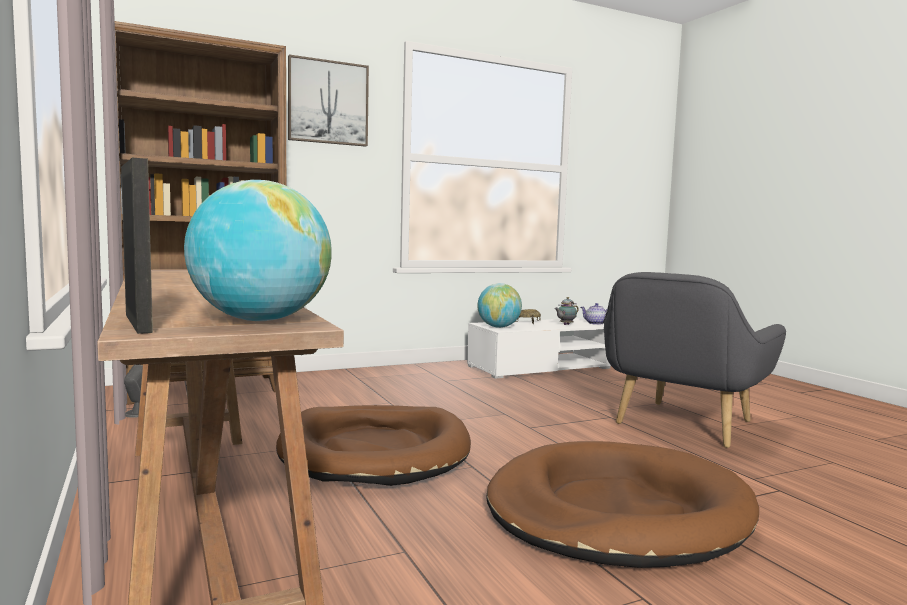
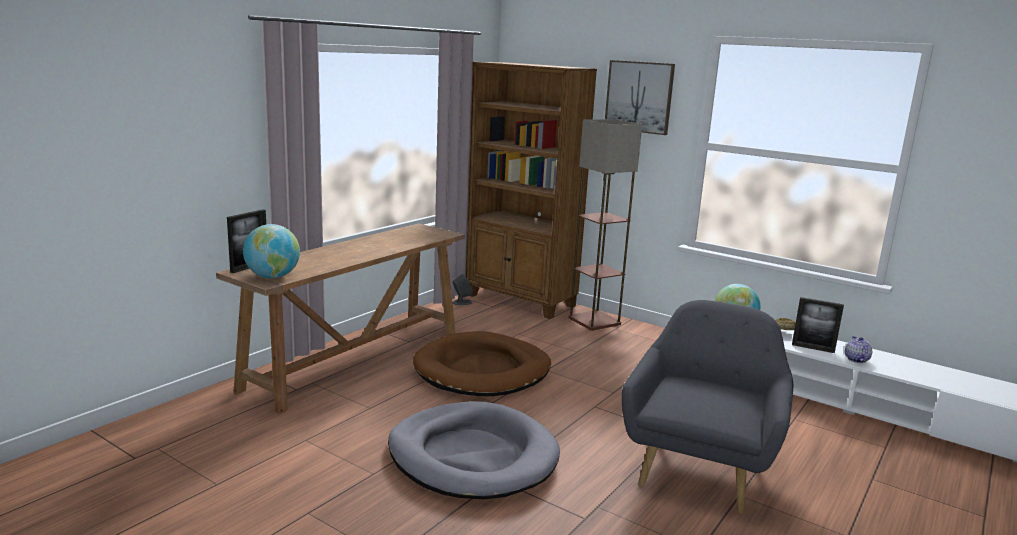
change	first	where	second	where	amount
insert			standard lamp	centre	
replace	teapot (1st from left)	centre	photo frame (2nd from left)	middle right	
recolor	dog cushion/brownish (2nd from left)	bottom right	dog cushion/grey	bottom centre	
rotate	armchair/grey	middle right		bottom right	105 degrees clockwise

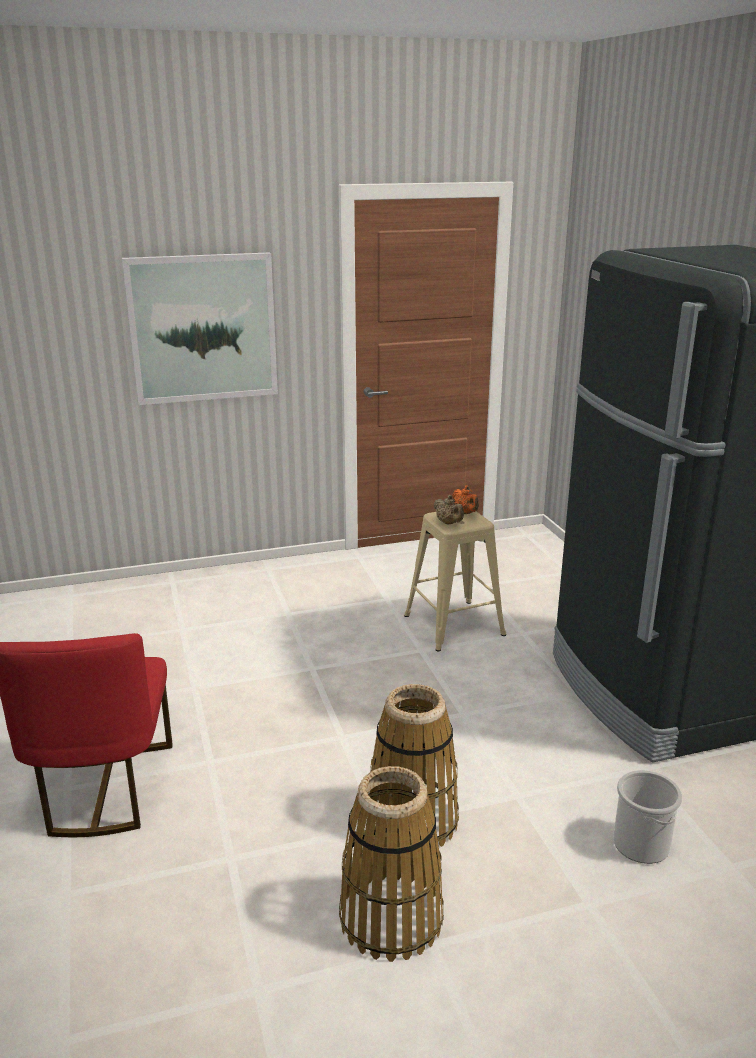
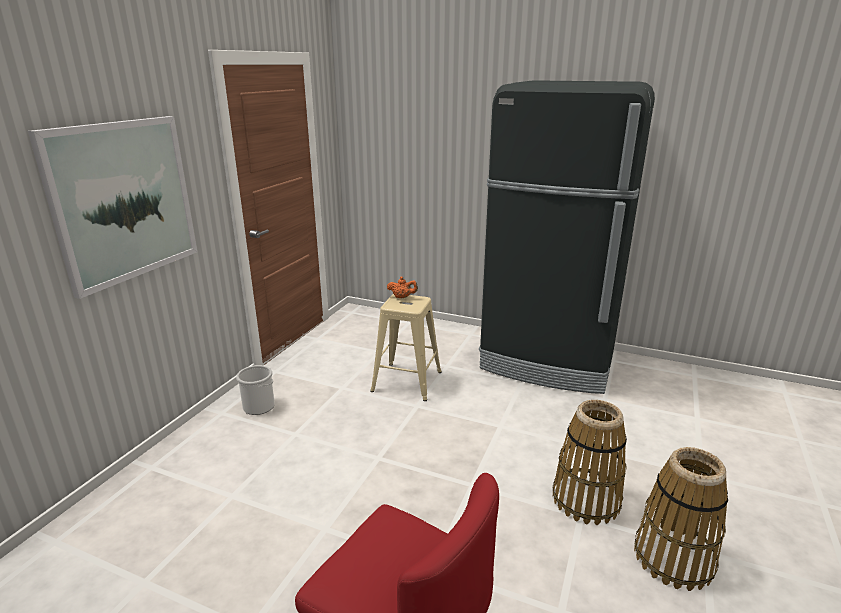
change	first	where	second	where	amount
delete	teapot/beige	centre			
move	water bucket	bottom right		middle left	

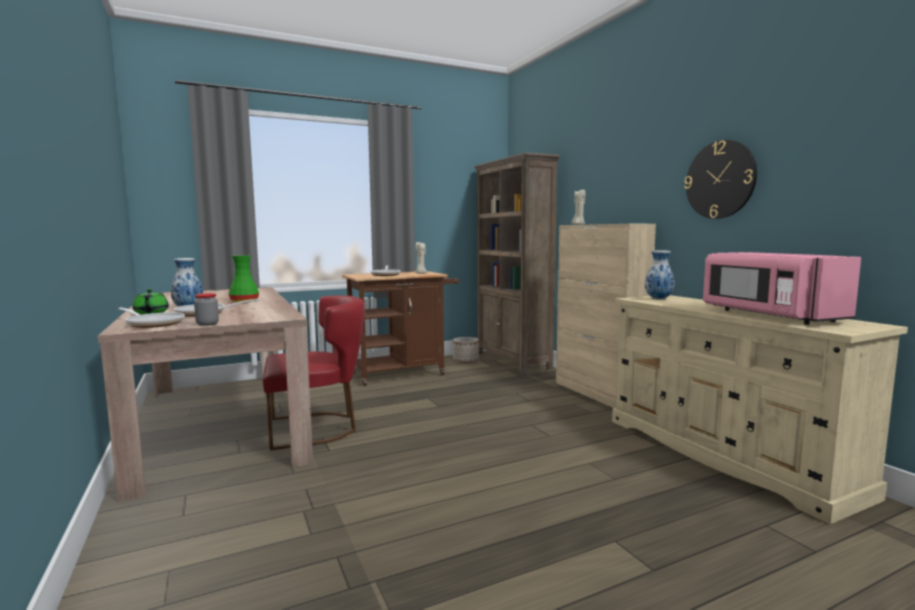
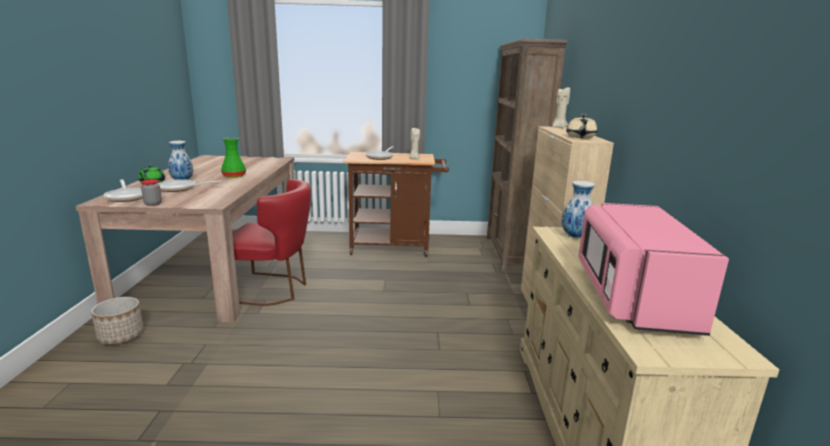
change	first	where	second	where	amount
delete	hanging clock	top right			
insert			teapot/beige	top right	
move	flower pot	centre		bottom left	

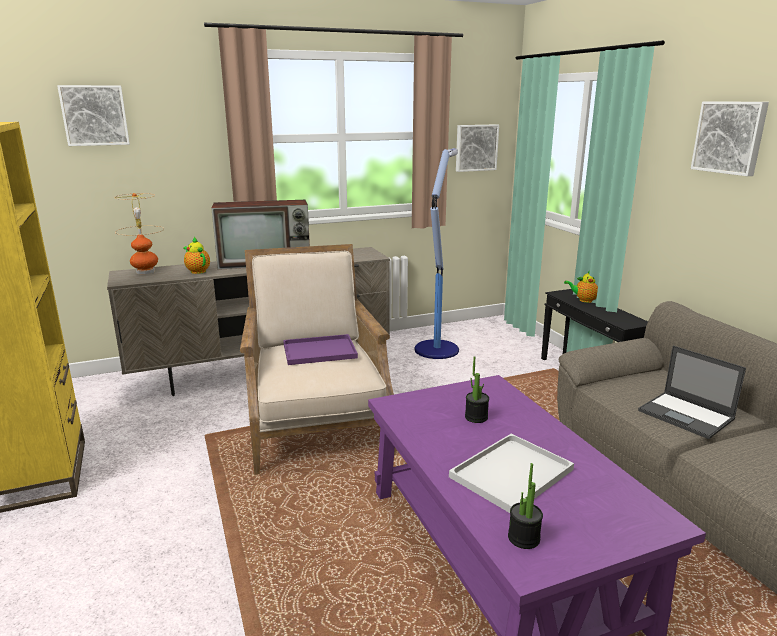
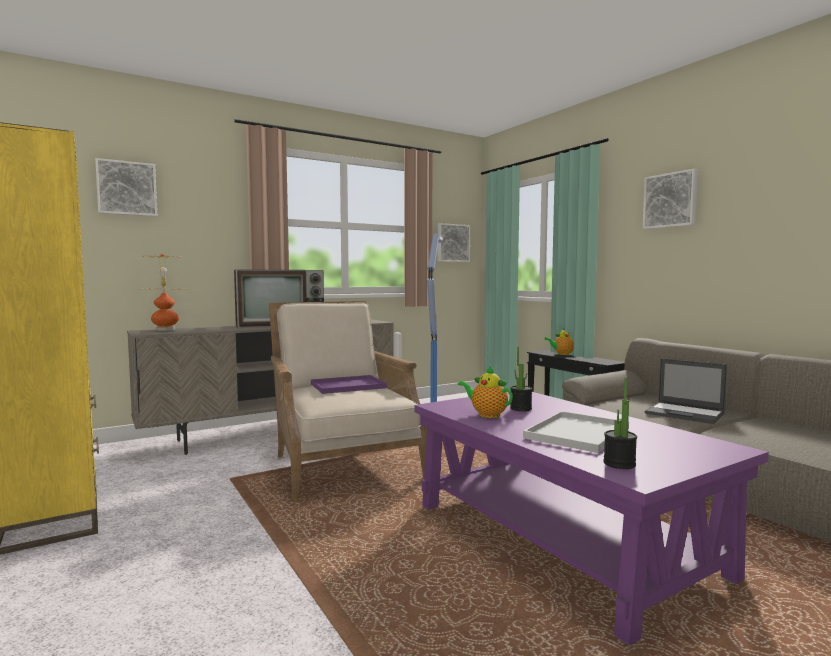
change	first	where	second	where	amount
move	teapot (1st from left)	middle left		centre	

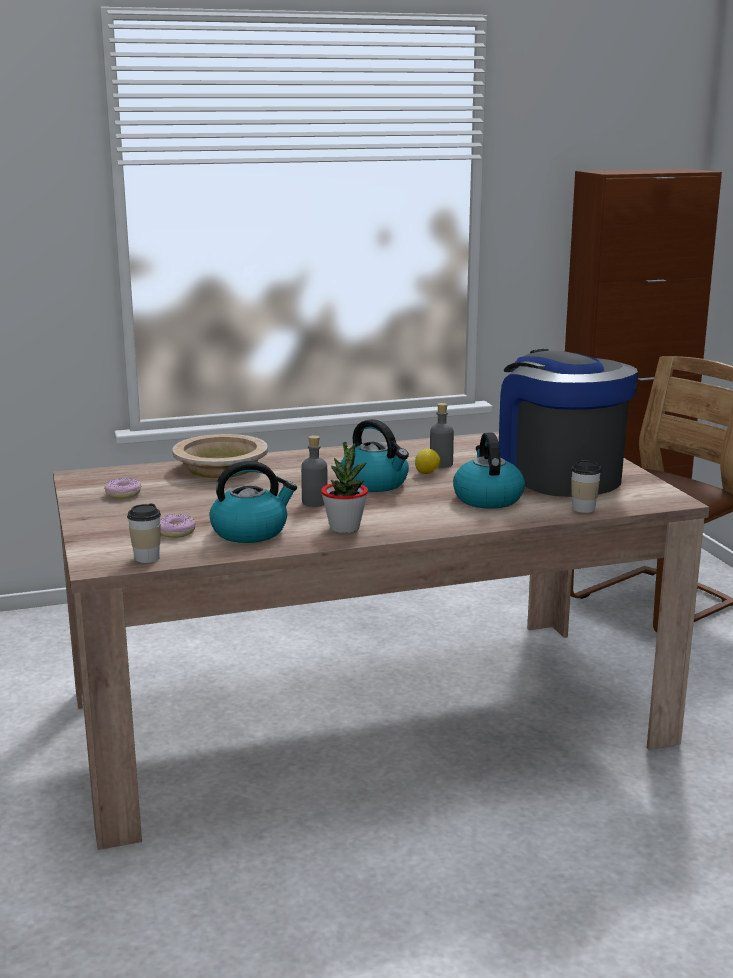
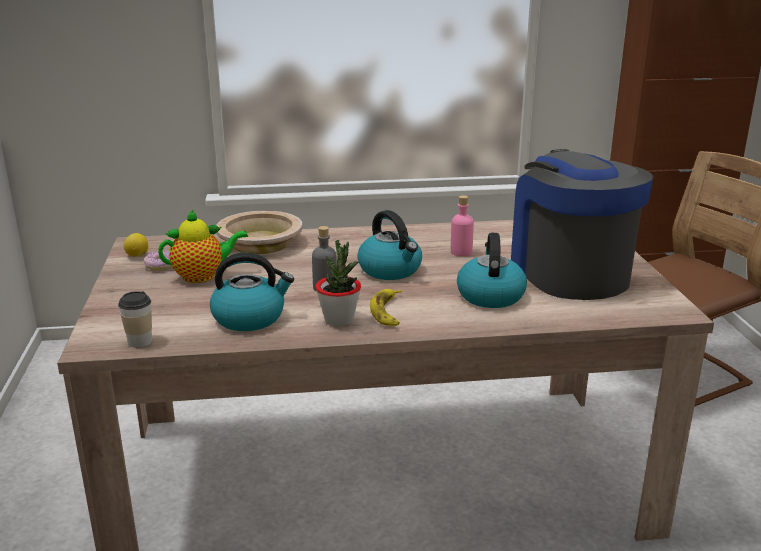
change	first	where	second	where	amount
delete	doughnut (2nd from left)	middle left			
delete	small cup (2nd from left)	middle right			
insert			teapot	middle left	
insert			banana	centre	
move	whole lemon	centre		middle left	
recolor	beverage bottle/grey (2nd from left)	centre	beverage bottle/pink-coloured	centre	

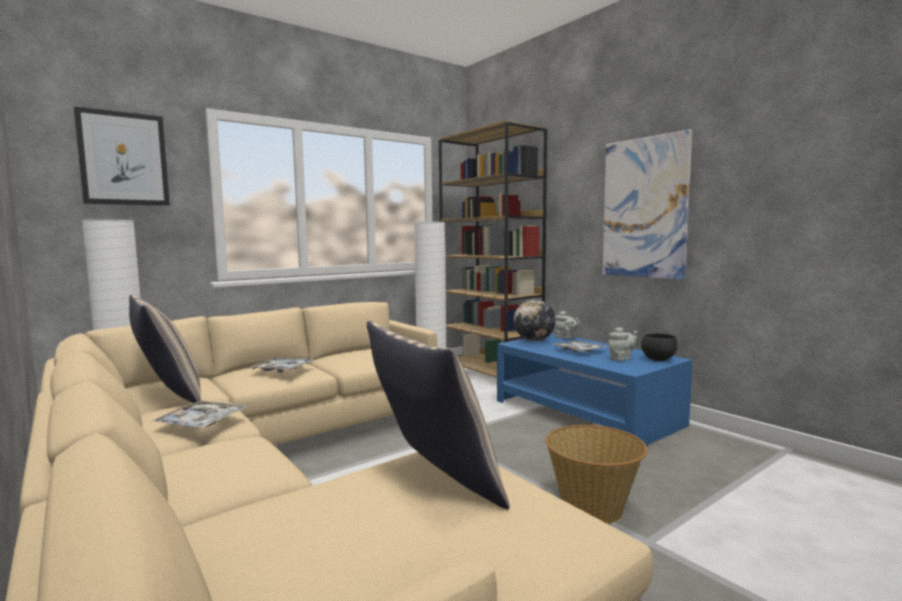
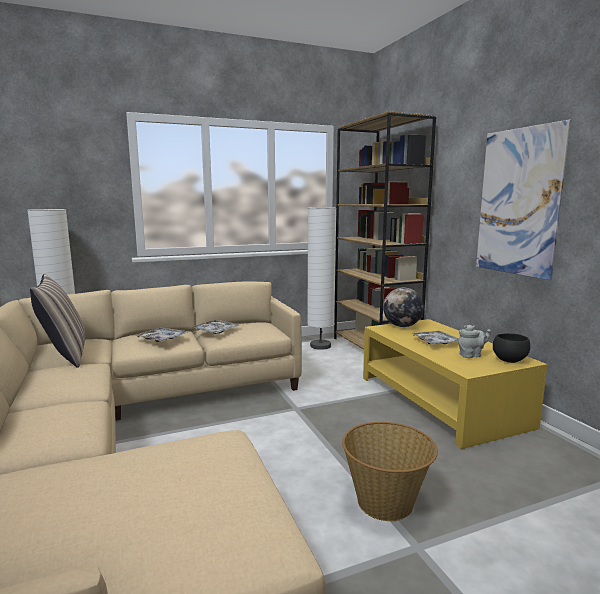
change	first	where	second	where	amount
delete	wall picture (1st from left)	top left			
delete	pillow (2nd from left)	bottom centre			
delete	teapot/grey (1st from left)	centre			
move	serving tray (1st from left in the first image)	bottom left	serving tray (2nd from left)	centre	
recolor	coffee table/blue	centre	coffee table/yellow	middle right	

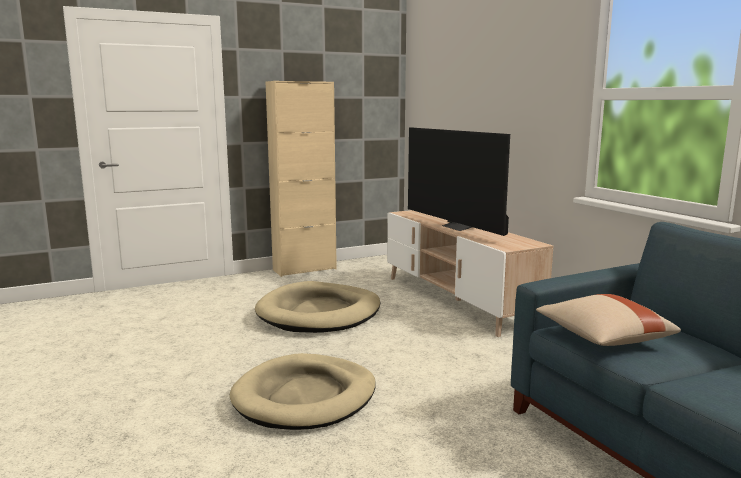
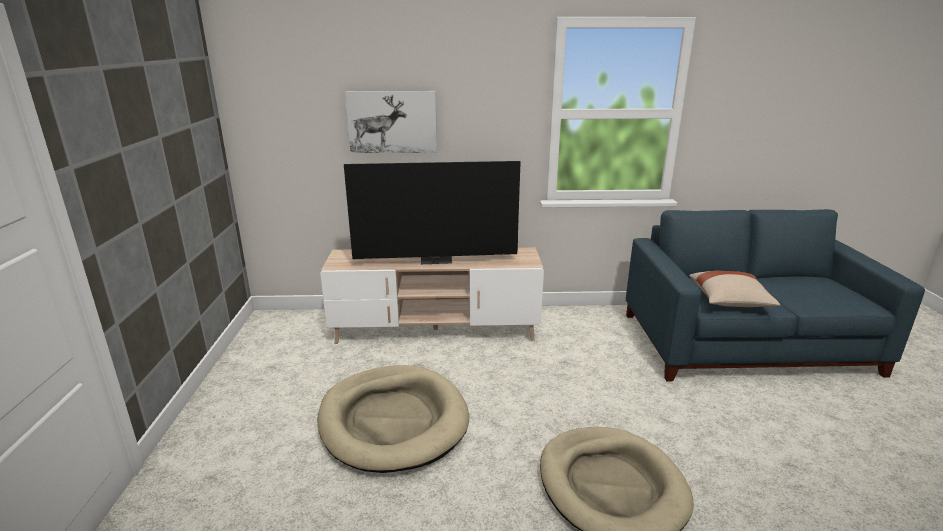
change	first	where	second	where	amount
delete	storage cabinet/beige	centre			
insert			wall picture	top centre	

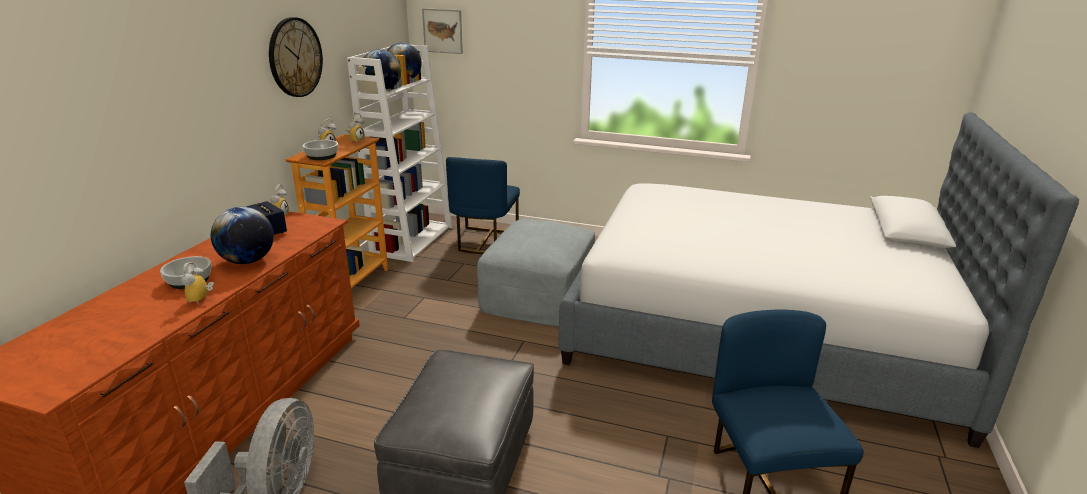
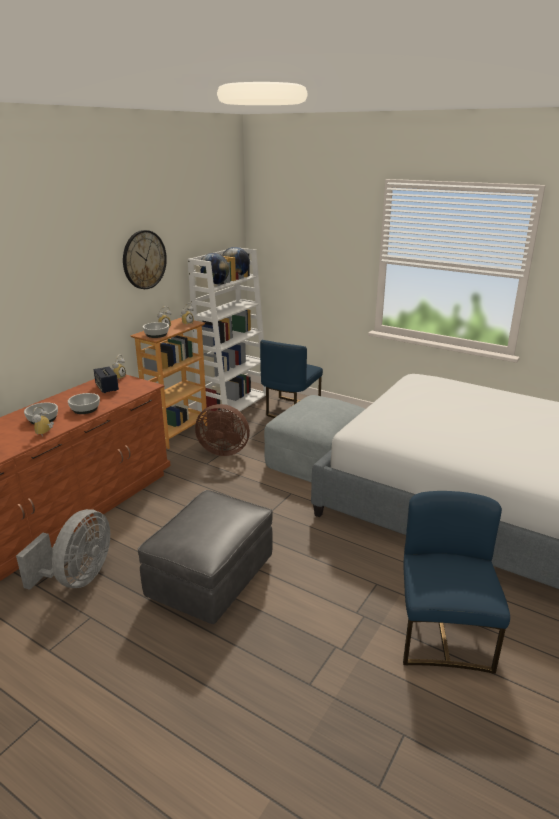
change	first	where	second	where	amount
delete	wall picture	top centre			
insert			fan/brownish	centre	
replace	desk globe (1st from left)	middle left	deep dish (2nd from left)	middle left	

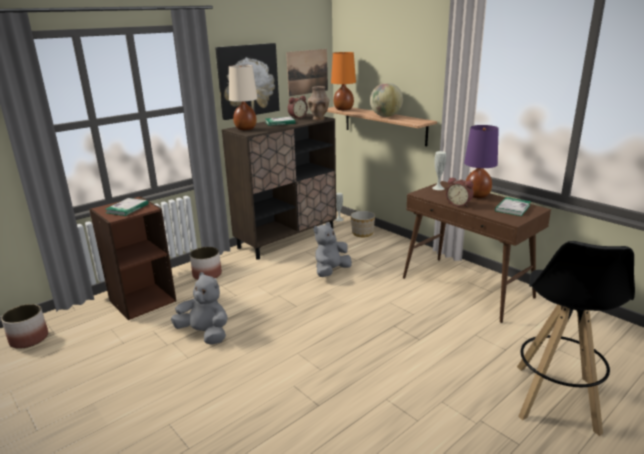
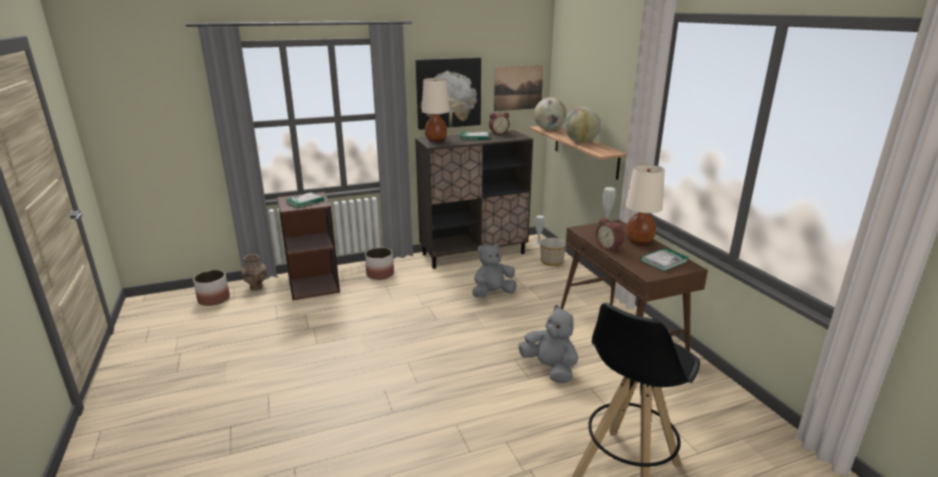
change	first	where	second	where	amount
move	soft toy/grey (1st from left in the first image)	bottom left	soft toy/grey (2nd from left)	bottom centre	
move	decorative vase/brownish	top centre		middle left	
replace	tabletop lamp/orange-coloured	top centre	desk globe (1st from left)	top centre	
recolor	tabletop lamp/purple-coloured	middle right	tabletop lamp/beige (2nd from left)	middle right	

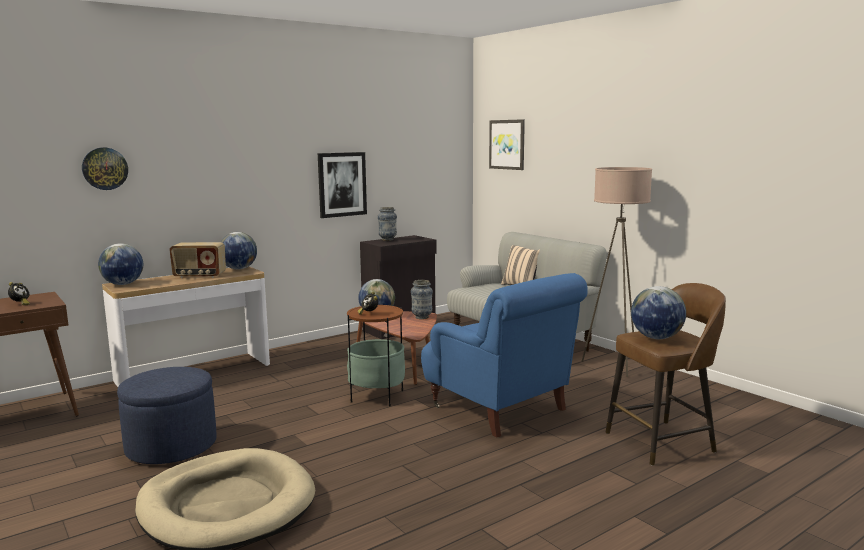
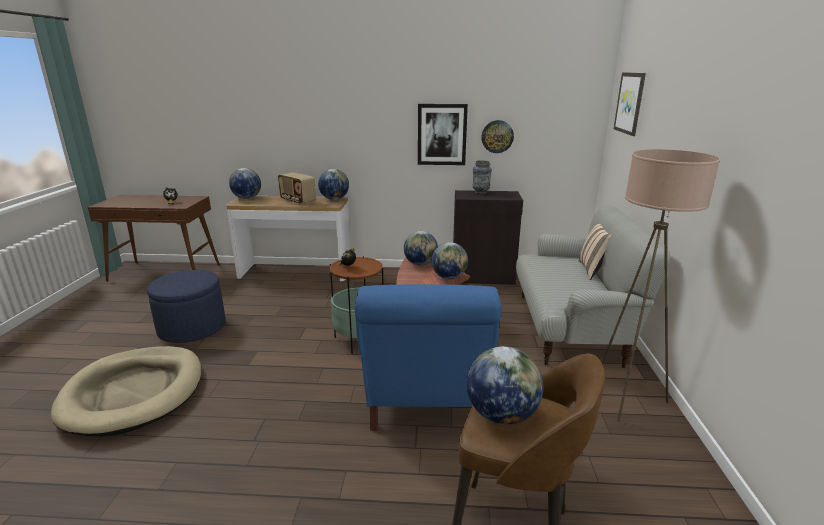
change	first	where	second	where	amount
move	hanging clock	top left		top centre	
replace	decorative vase (2nd from left)	centre	desk globe (4th from left)	centre	

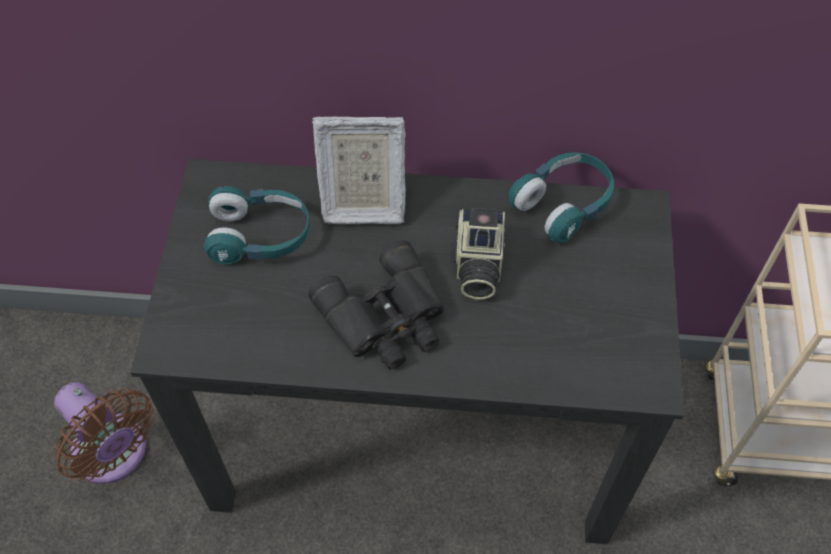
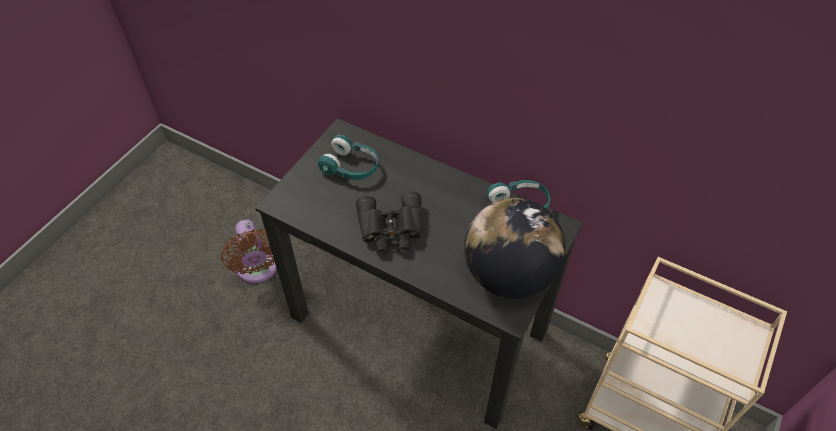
change	first	where	second	where	amount
delete	photo frame	top centre			
delete	photo camera	centre			
insert			desk globe	centre	

